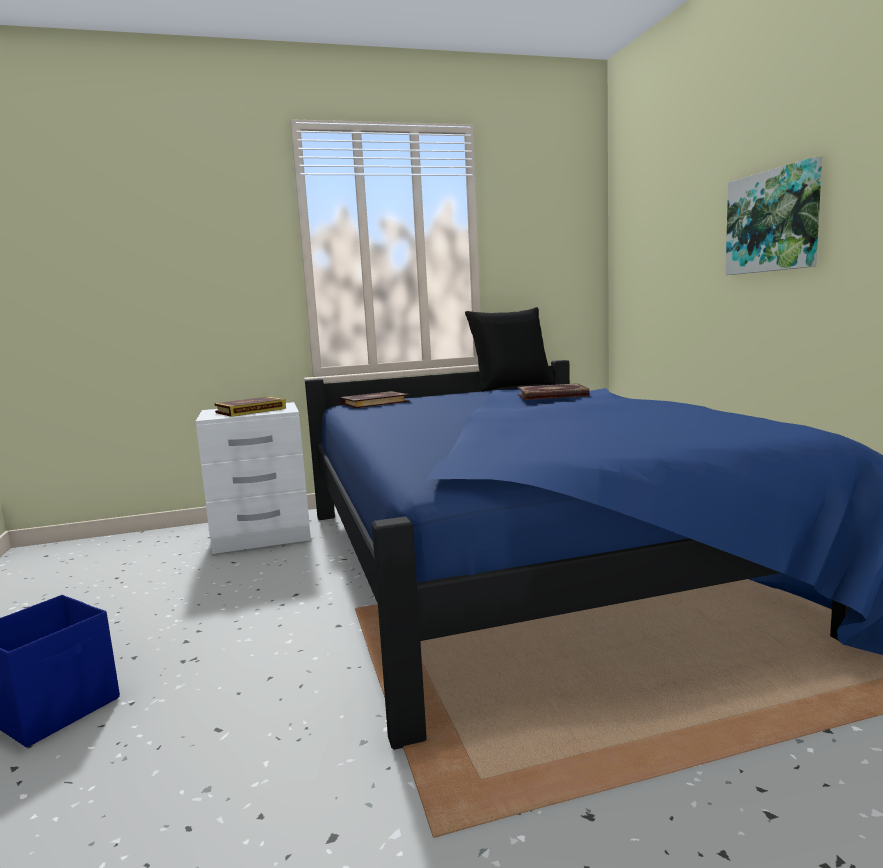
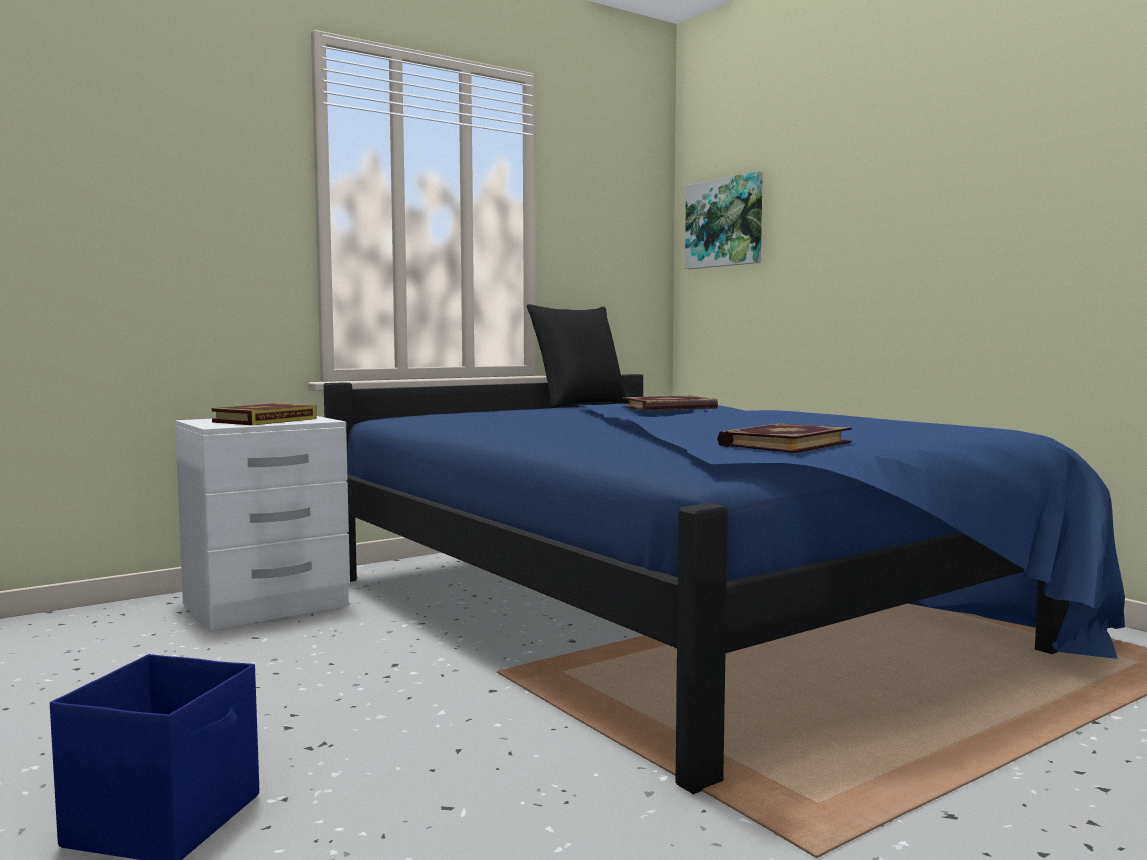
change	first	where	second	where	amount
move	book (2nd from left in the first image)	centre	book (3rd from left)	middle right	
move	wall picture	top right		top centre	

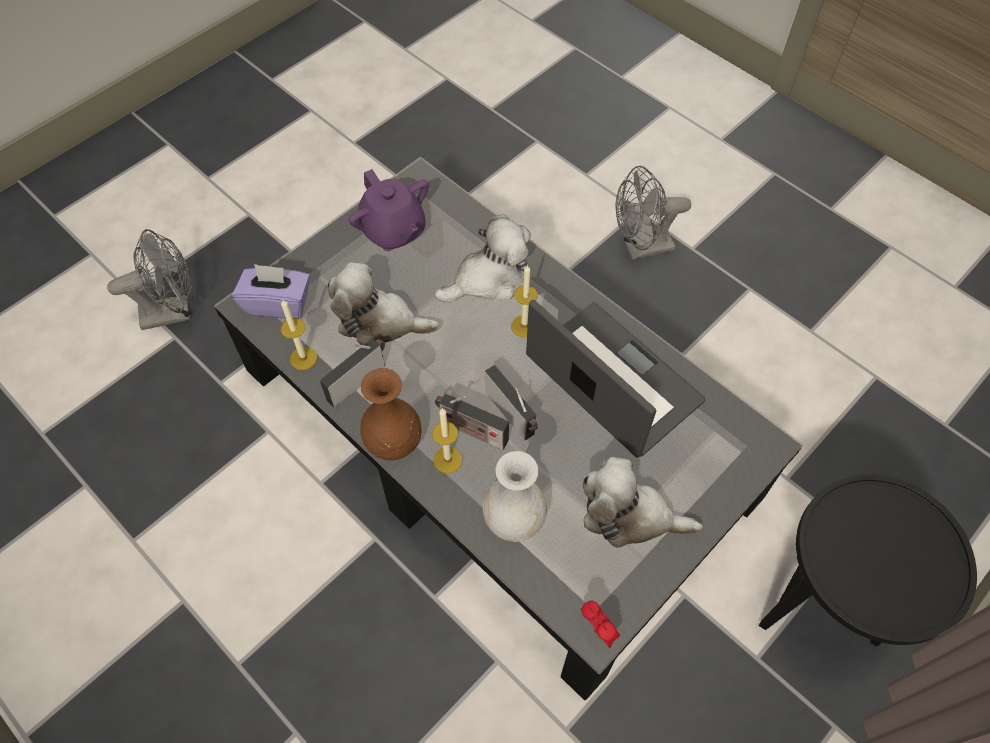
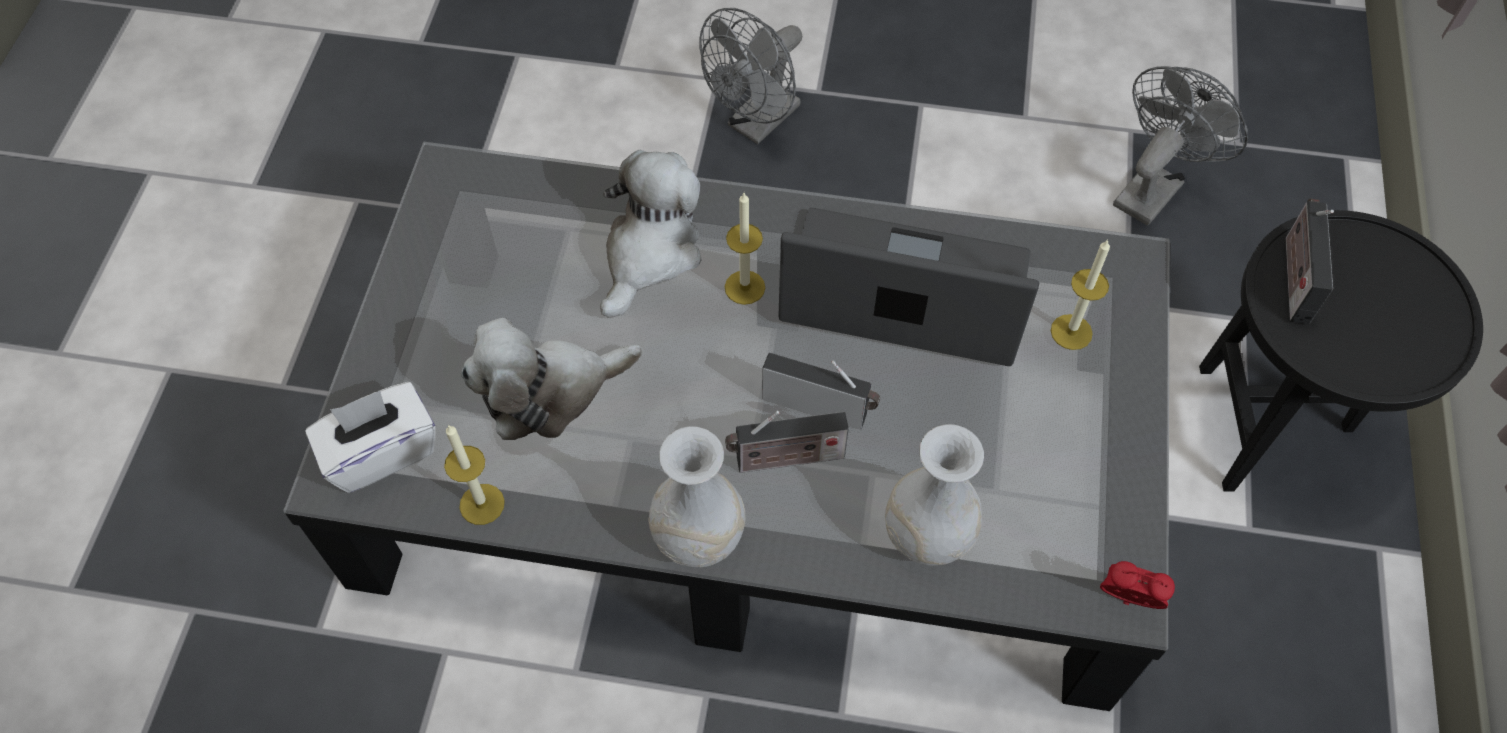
change	first	where	second	where	amount
delete	teapot/purple-coloured	top centre			
delete	soft toy (3rd from left)	bottom centre			
move	fan/grey (1st from left in the first image)	middle left	fan/grey (2nd from left)	top right	
move	radio receiver (1st from left in the first image)	centre	radio receiver (3rd from left)	middle right	
move	wax light (2nd from left in the first image)	centre	wax light (3rd from left)	middle right	
recolor	tissue box/purple-coloured	middle left	tissue box/whitish	middle left	
recolor	decorative vase/brownish	centre	decorative vase/whitish (1st from left)	bottom centre	

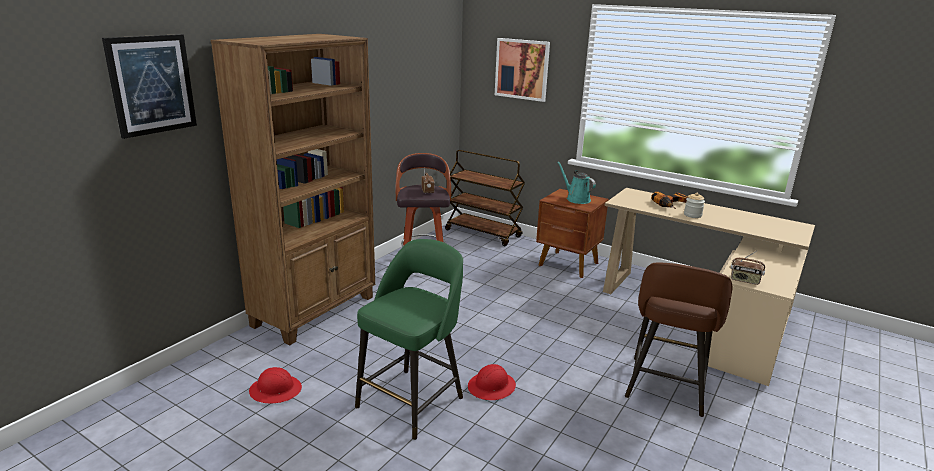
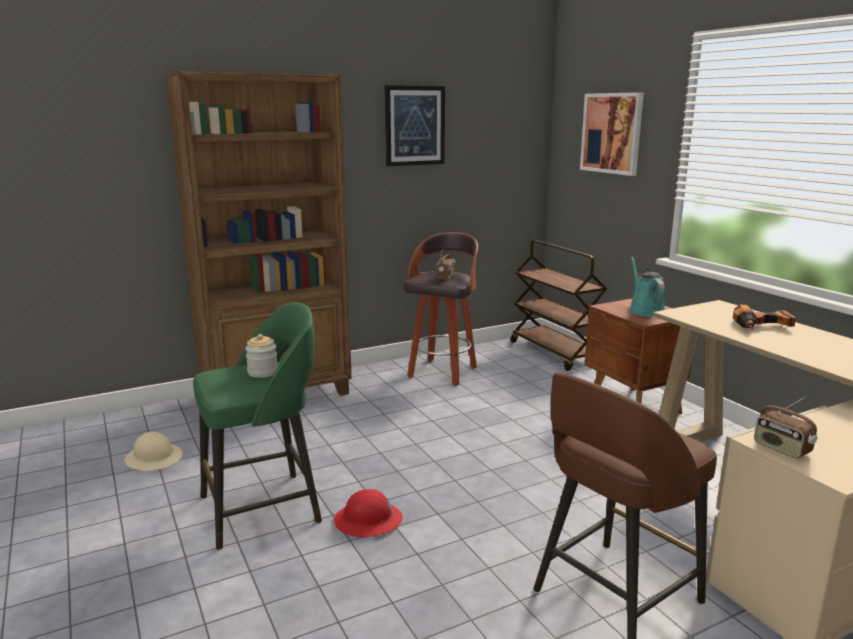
change	first	where	second	where	amount
move	wall picture (1st from left)	top left		top centre	
move	storage jar	middle right		middle left	
recolor	hard hat/reddish (1st from left)	bottom left	hard hat/beige	bottom left	

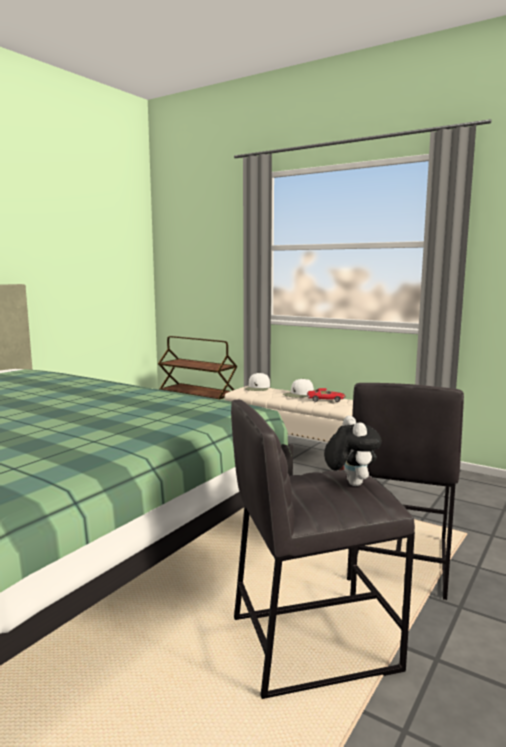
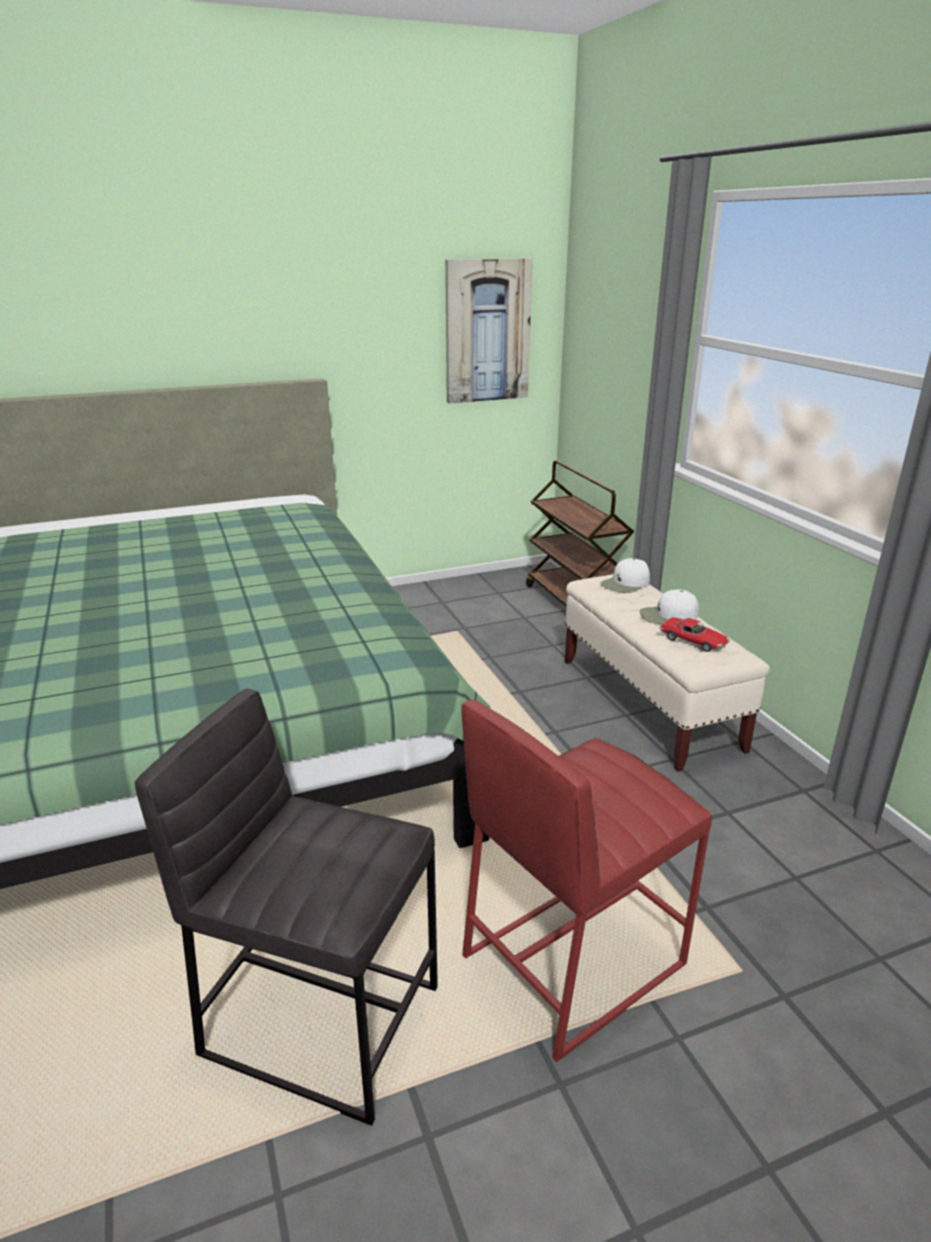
change	first	where	second	where	amount
delete	soft toy	middle right			
insert			wall picture	top centre	
recolor	sitting stool/grey (2nd from left)	middle right	sitting stool/reddish	bottom centre	

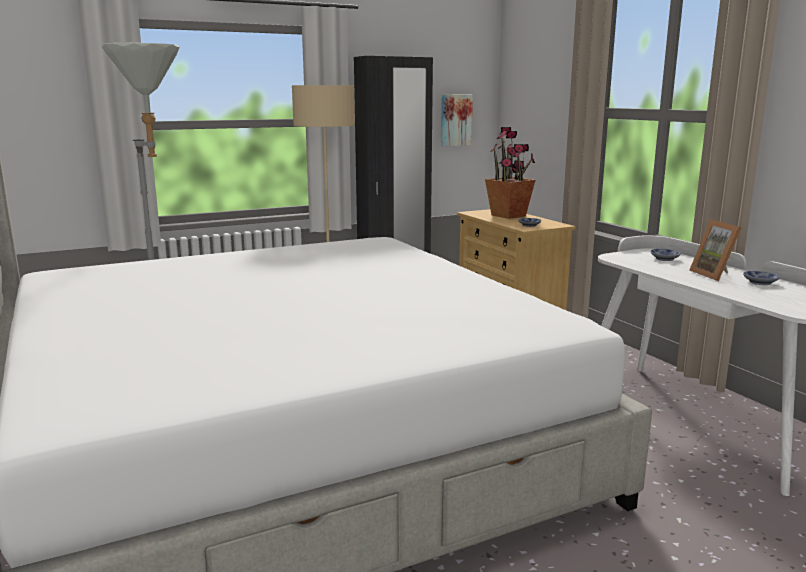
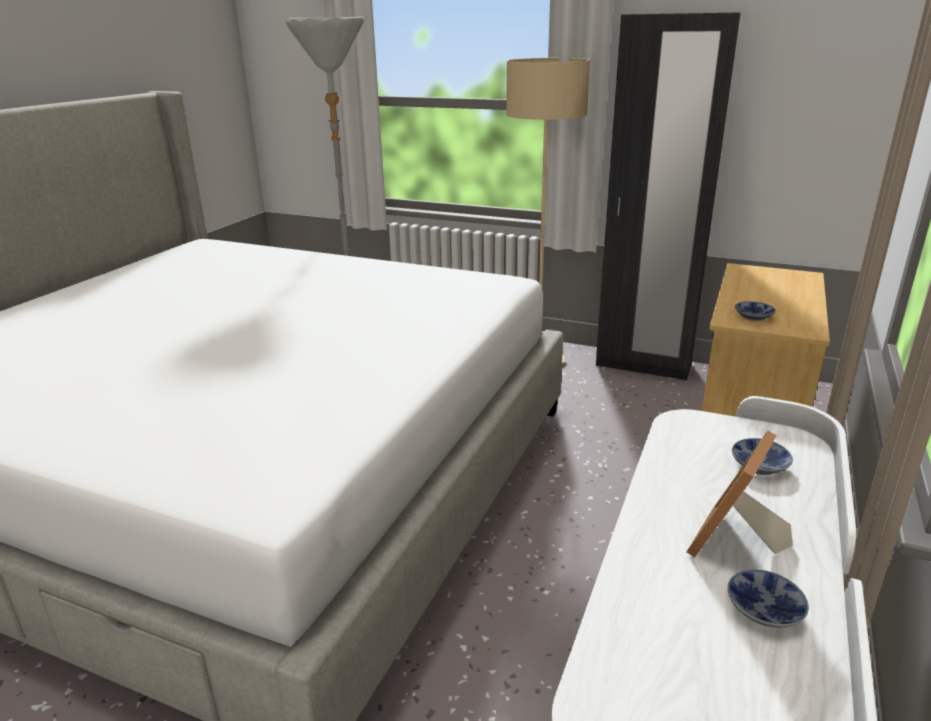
change	first	where	second	where	amount
delete	wall picture	top centre			
delete	potted plant	top centre			

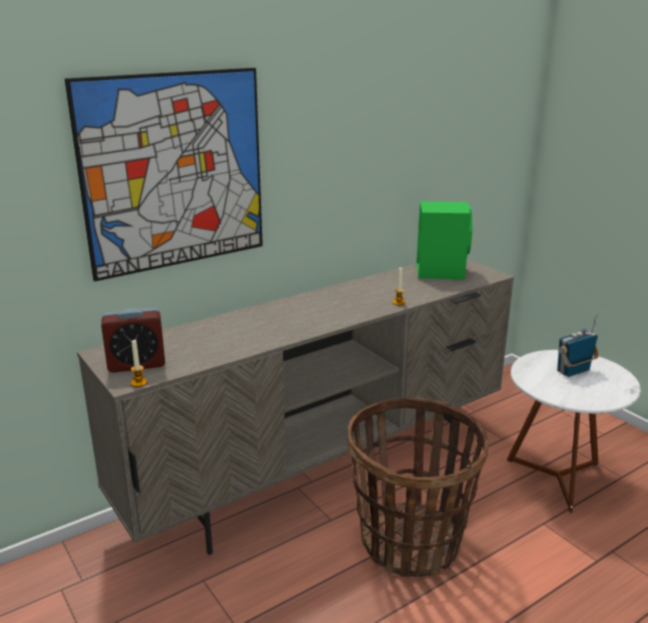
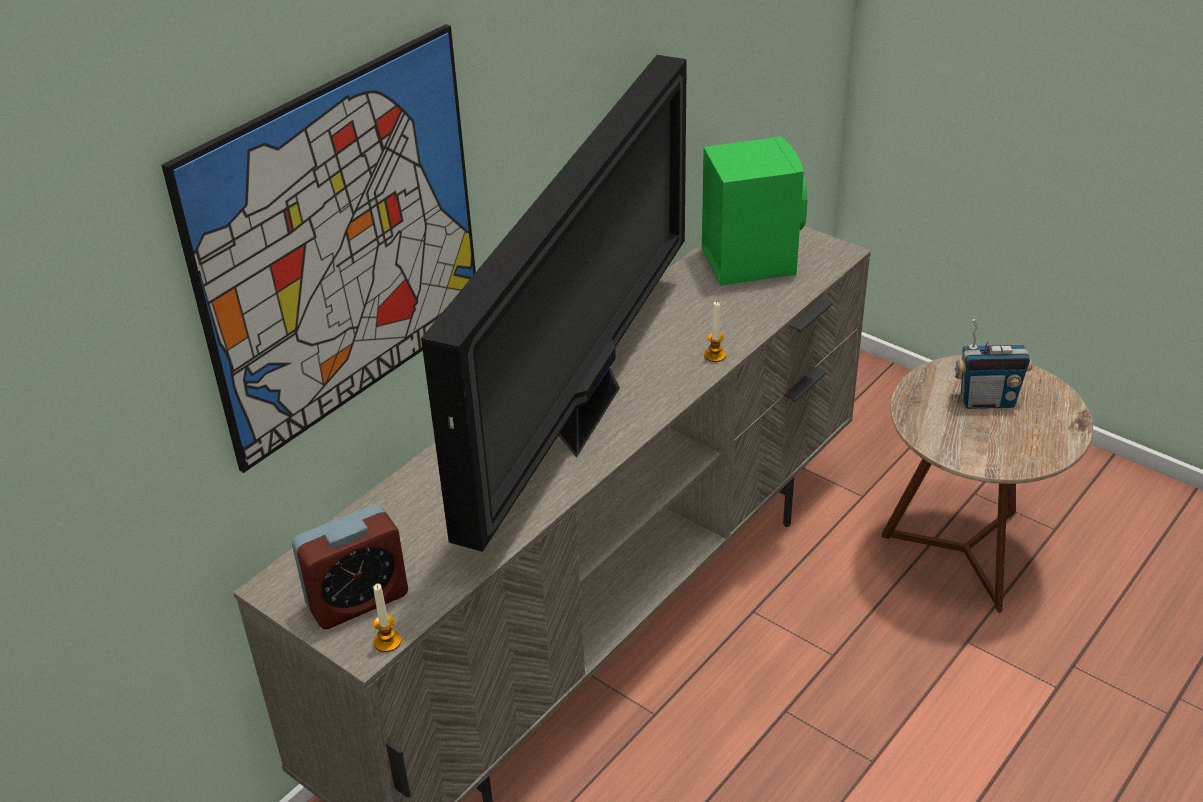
change	first	where	second	where	amount
delete	basket	bottom centre			
insert			TV set	centre	
recolor	accent table/whitish	bottom right	accent table/brownish	middle right	
rotate	radio receiver	middle right		middle right	135 degrees counterclockwise

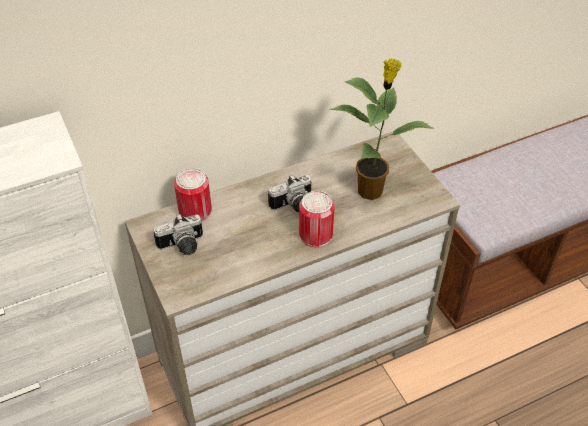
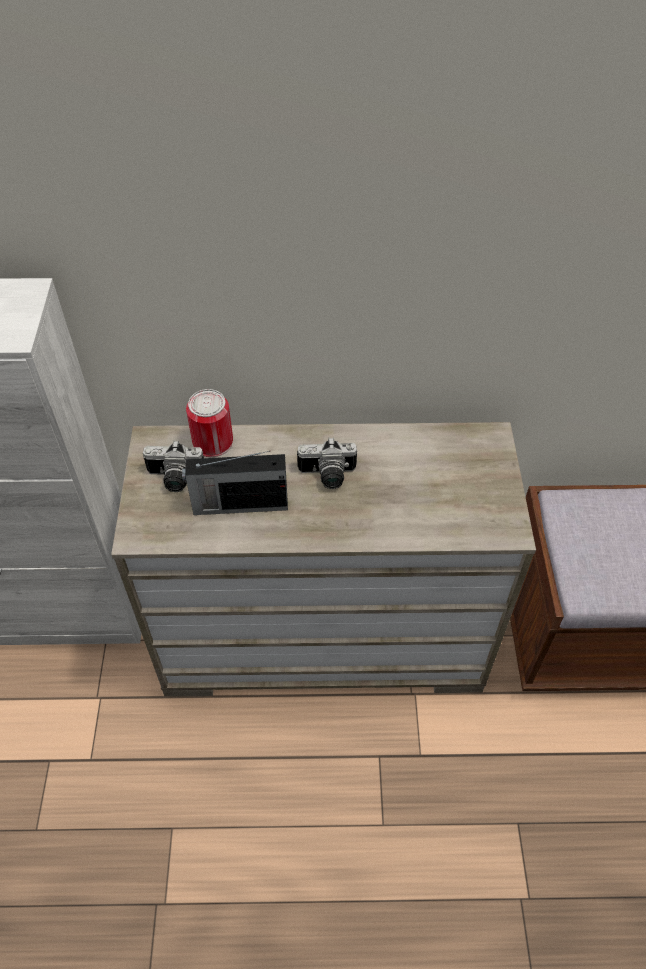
change	first	where	second	where	amount
delete	can (2nd from left)	centre			
delete	potted plant	top centre			
insert			radio receiver	centre	

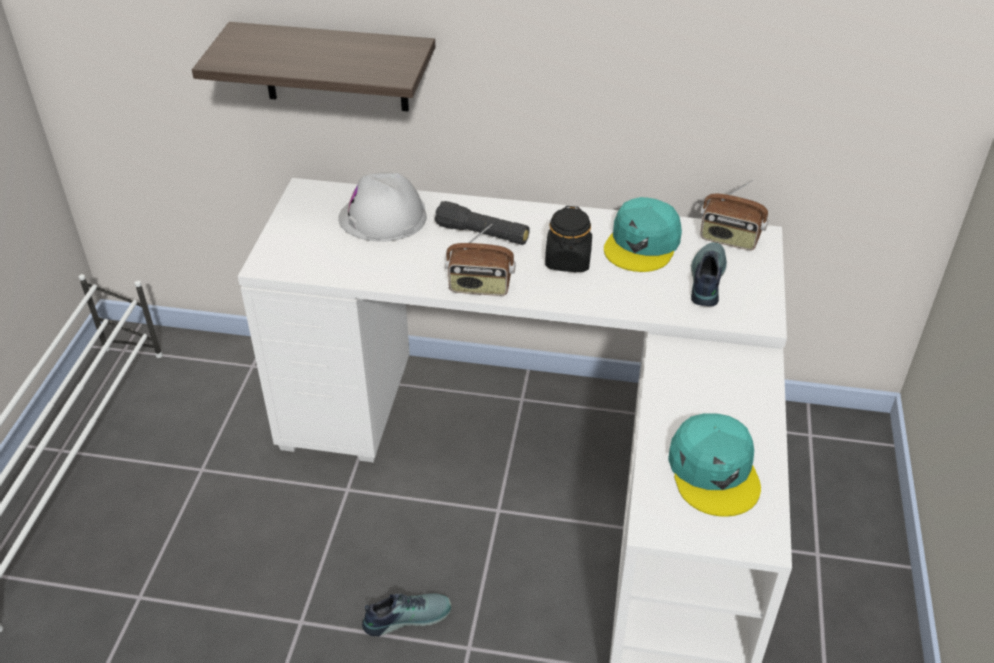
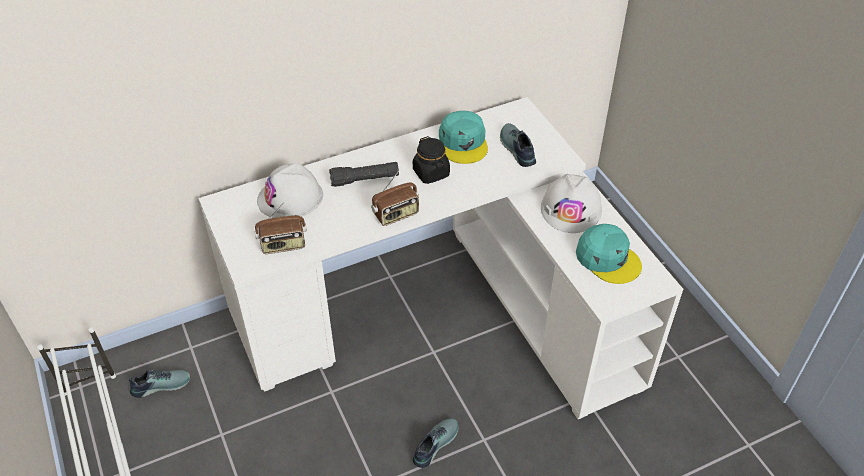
change	first	where	second	where	amount
delete	wall shelf	top left			
insert			shoe (1st from left)	bottom left	
insert			hard hat/whitish (2nd from left)	centre	
move	radio receiver (2nd from left in the first image)	top right	radio receiver (1st from left)	middle left	

